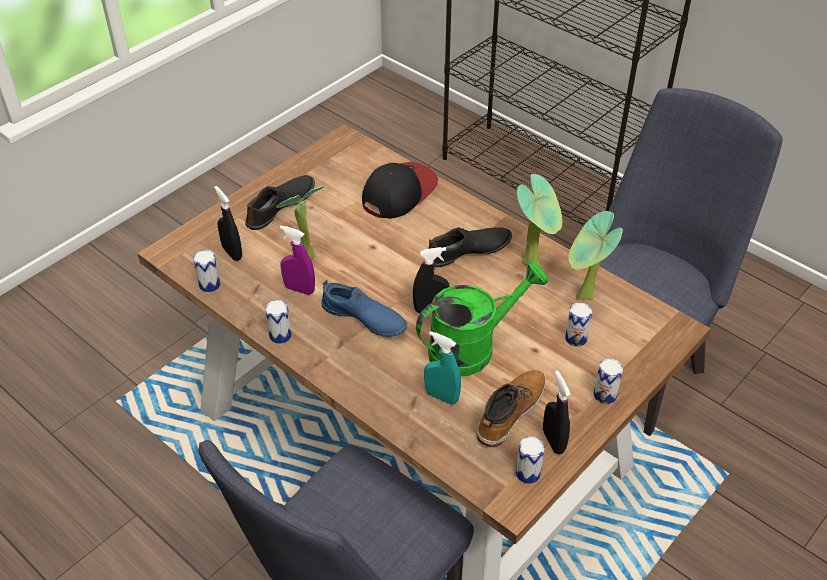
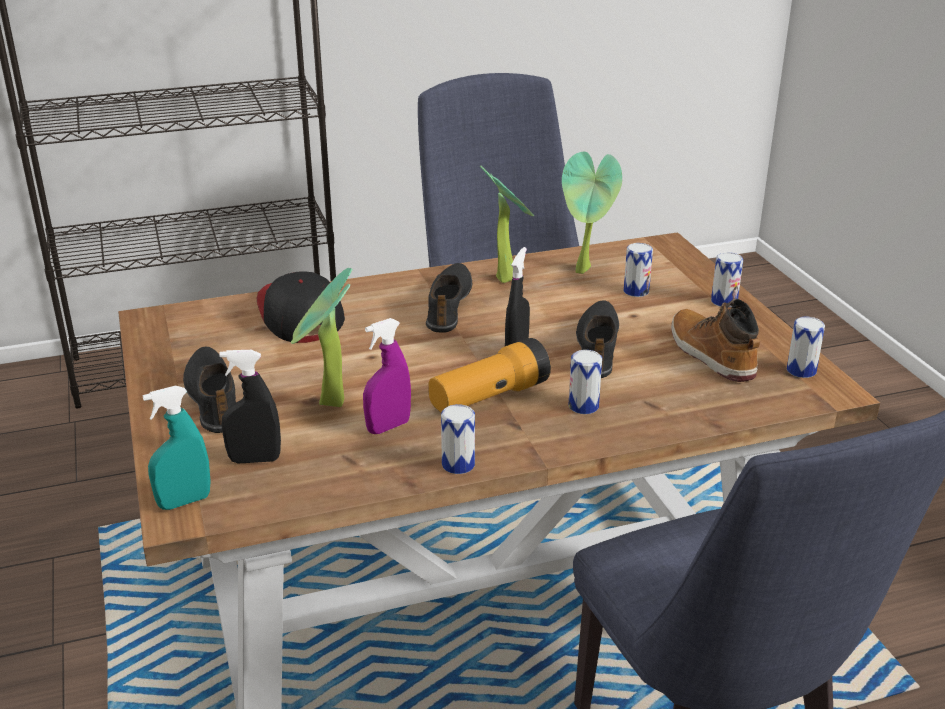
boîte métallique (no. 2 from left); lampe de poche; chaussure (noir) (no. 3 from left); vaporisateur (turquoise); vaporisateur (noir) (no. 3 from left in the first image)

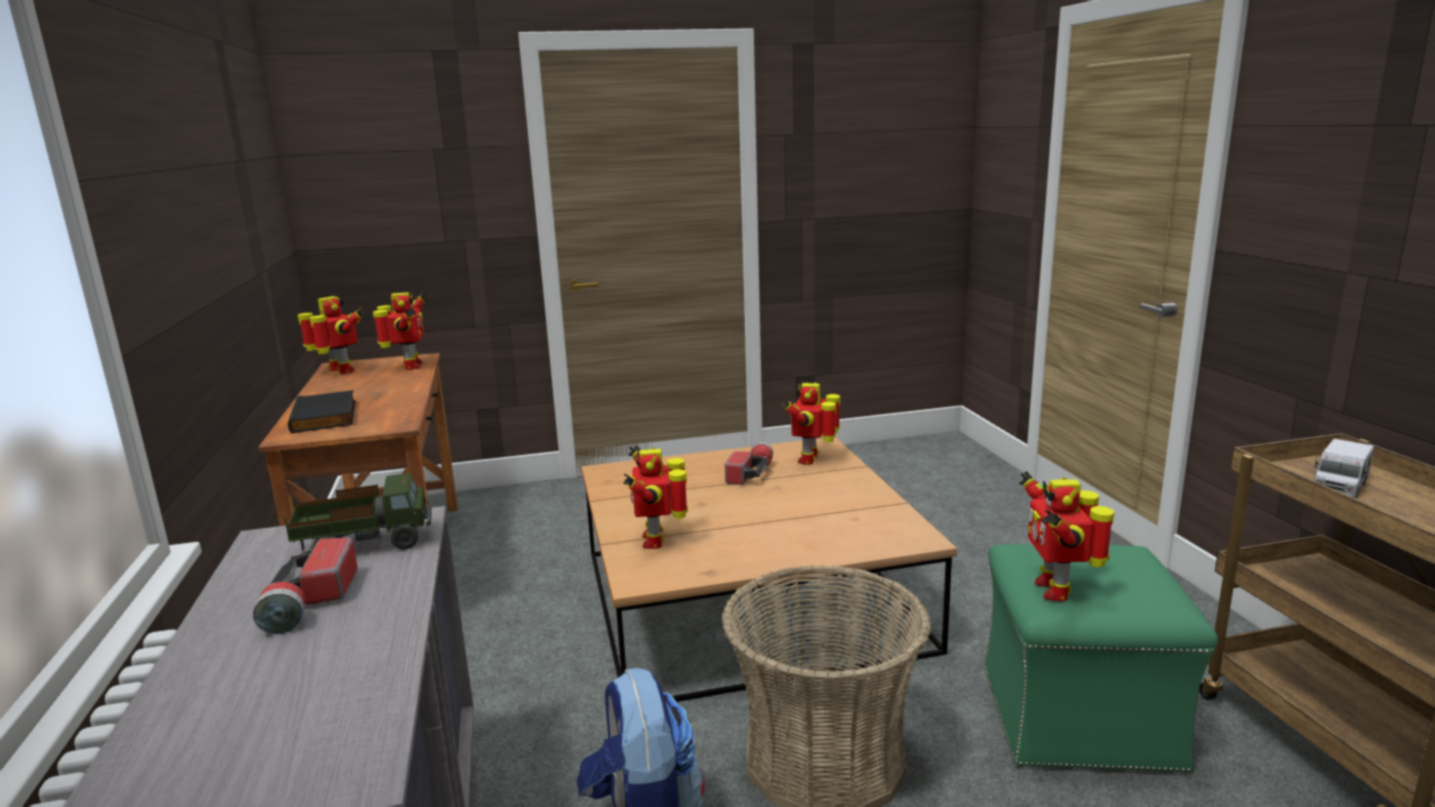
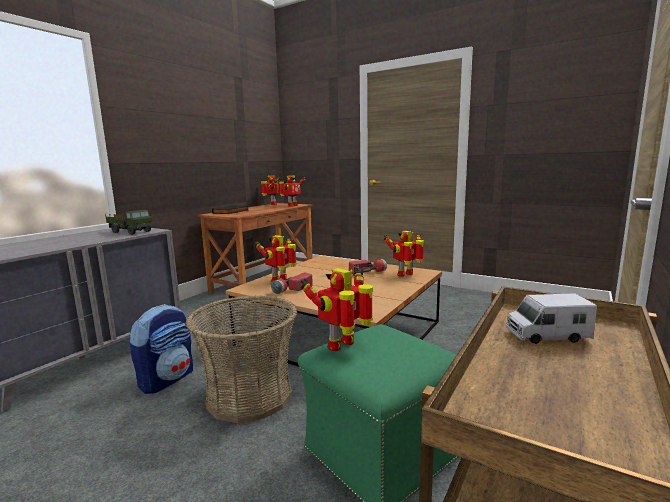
lampe de poche (no. 1 from left)

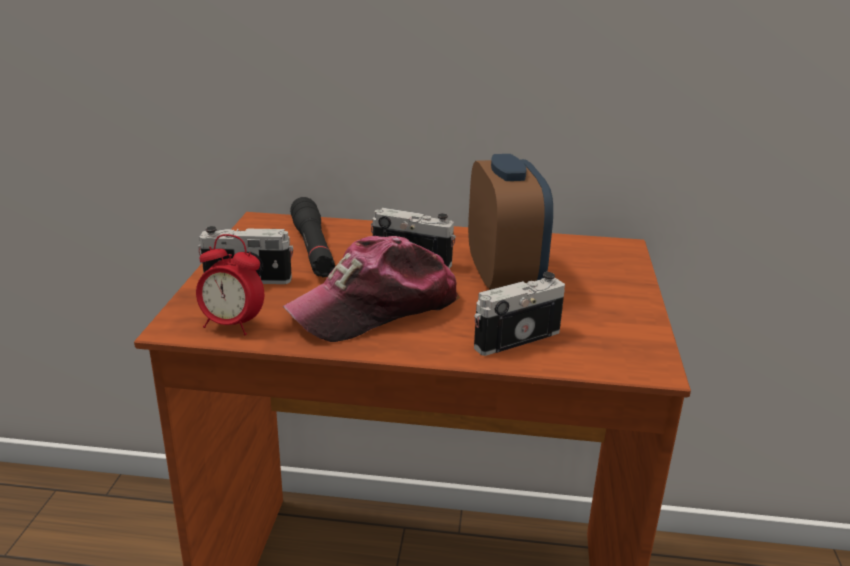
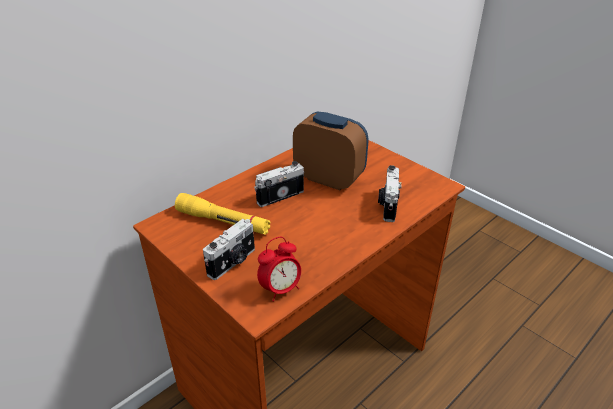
casquette; lampe de poche (jaune)

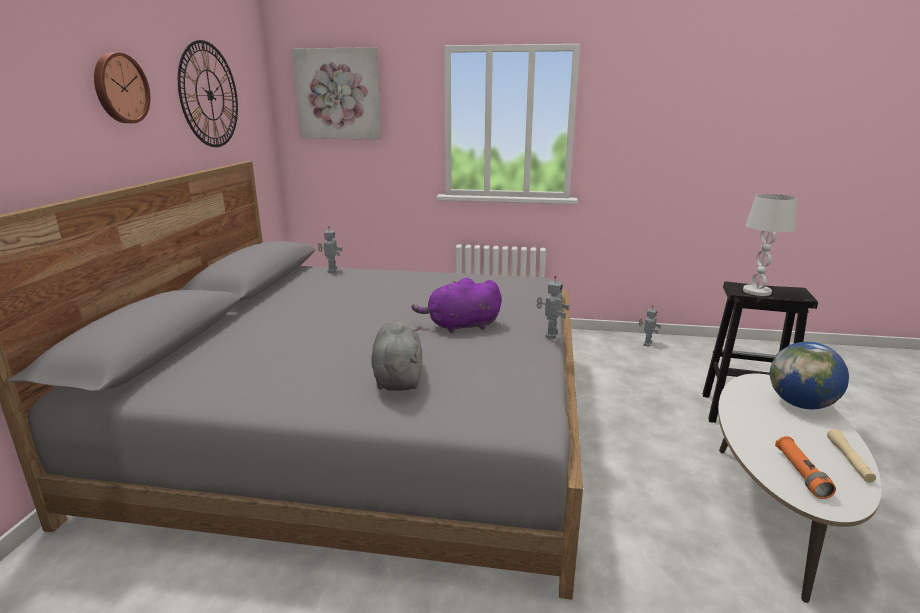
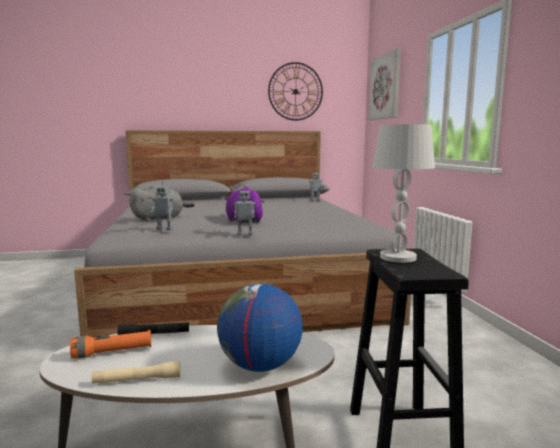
horloge murale (no. 1 from left in the first image); robot jouet (no. 1 from left); lampe de poche (noir)

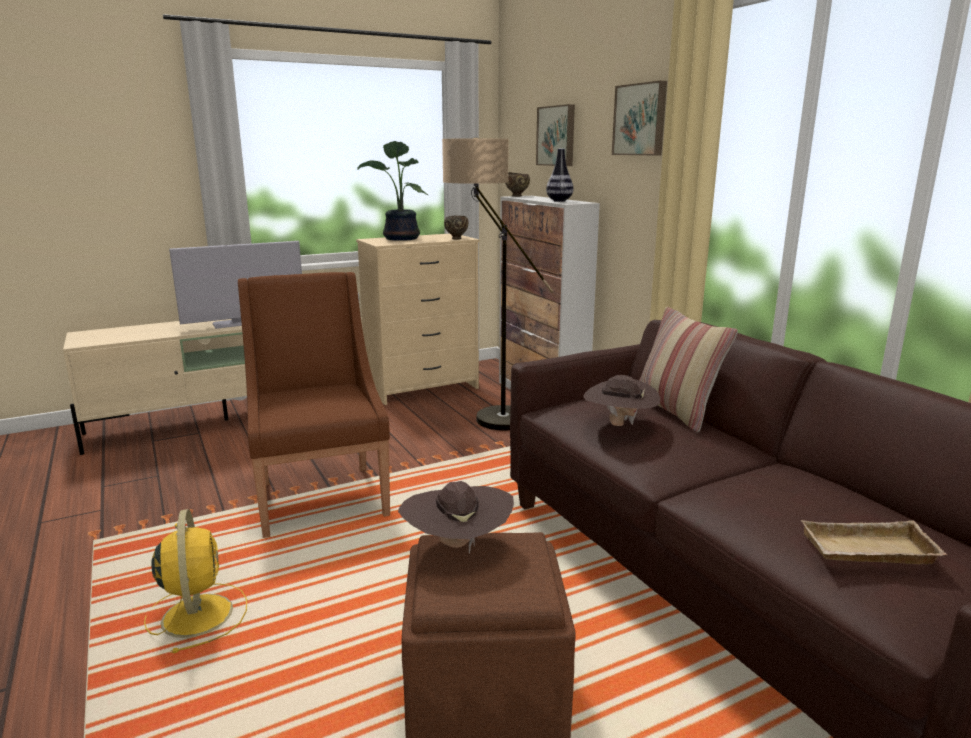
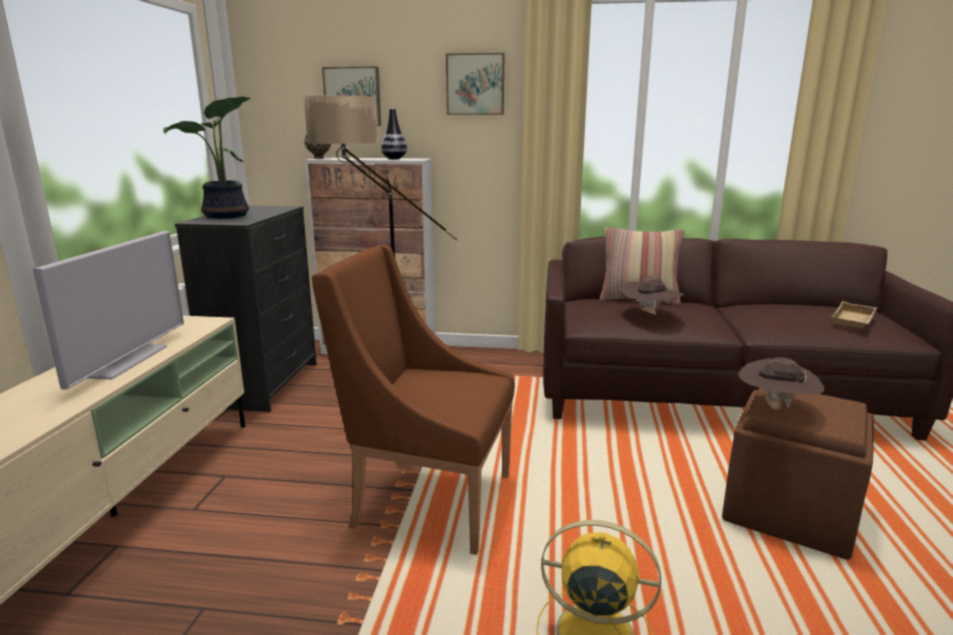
commode (noir); bol (marron) (no. 1 from left in the first image)

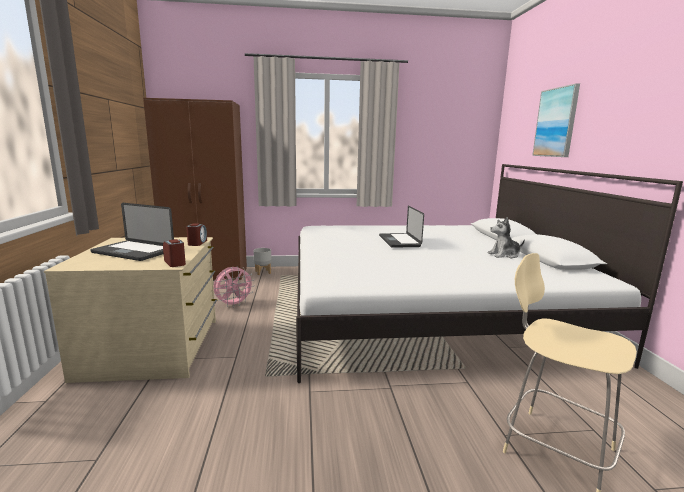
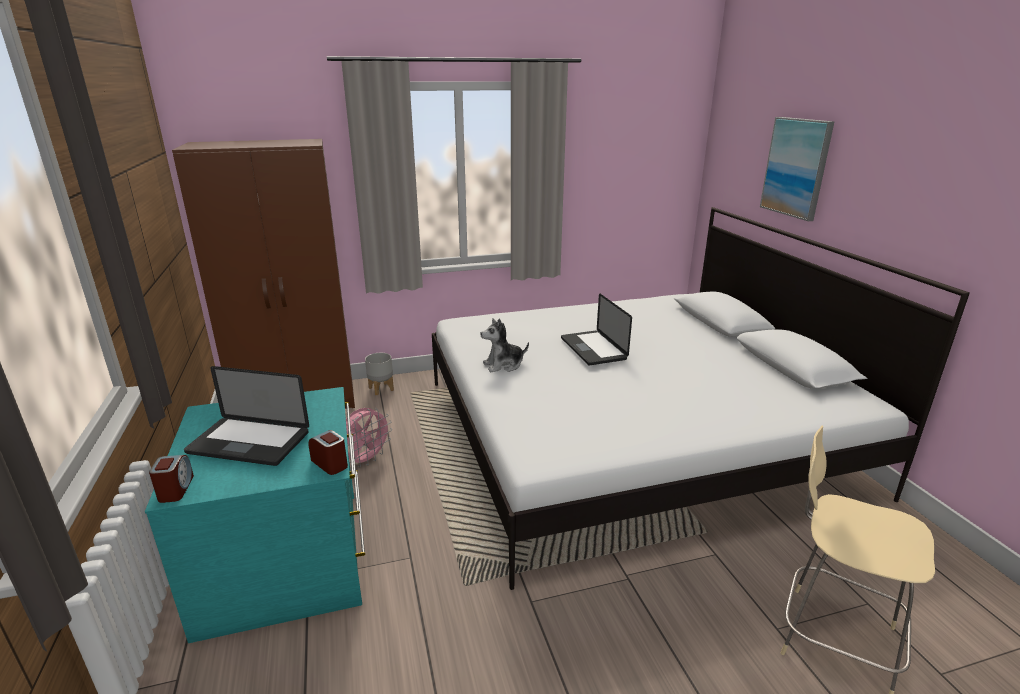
commode (turquoise); réveil (no. 1 from left); peluche

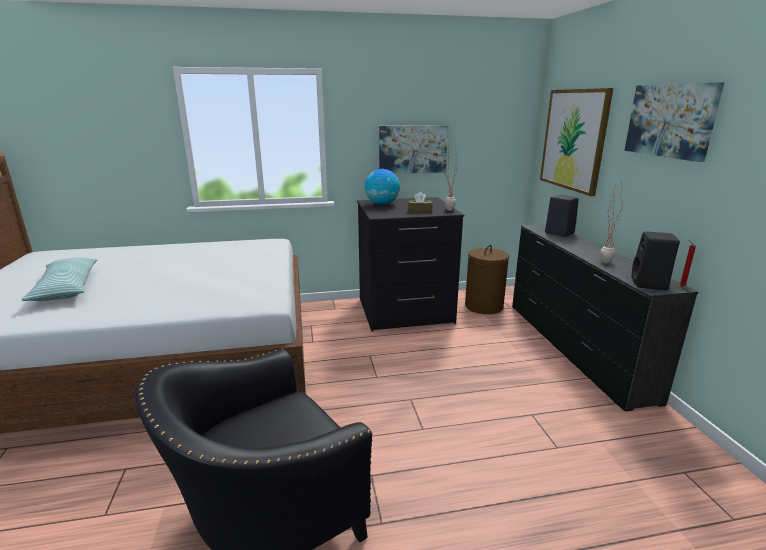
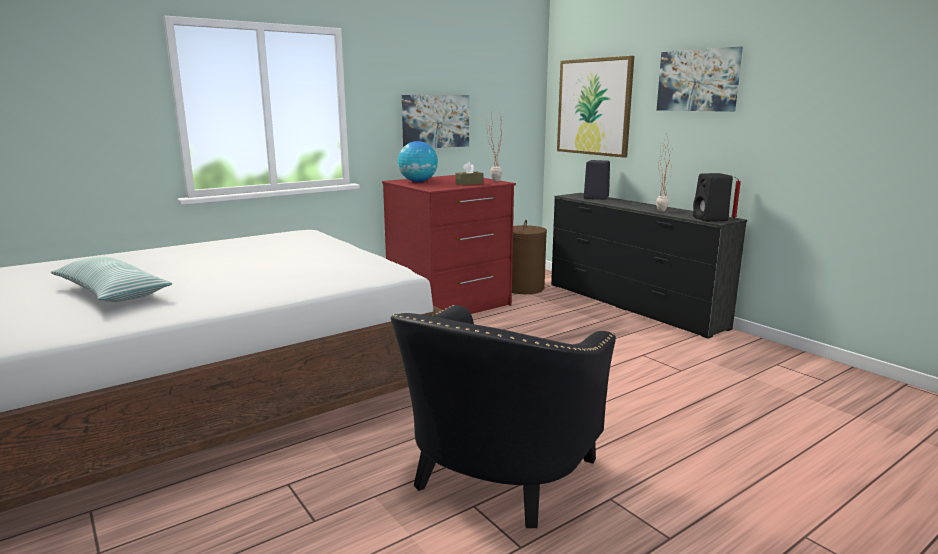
commode (rouge)

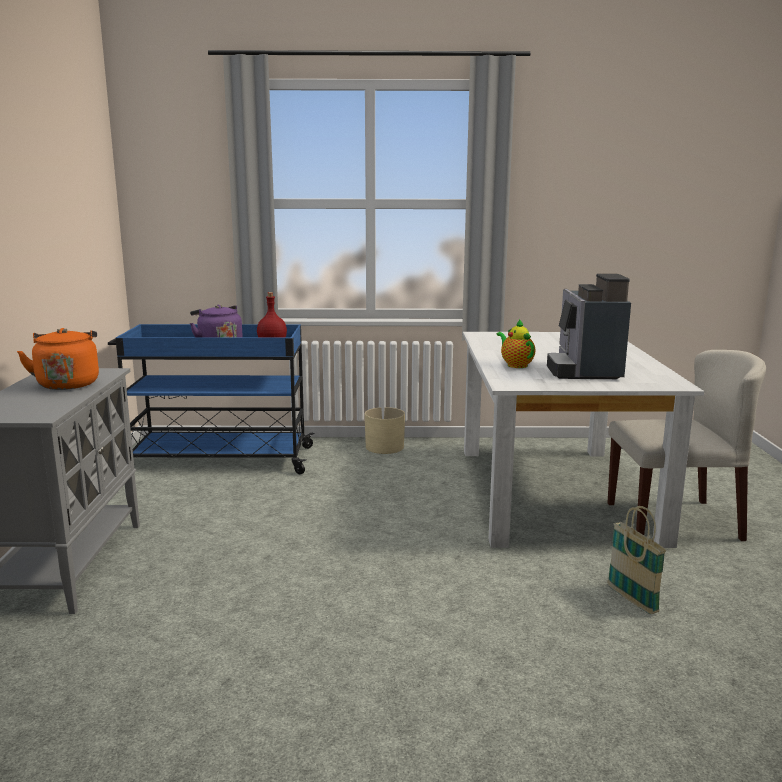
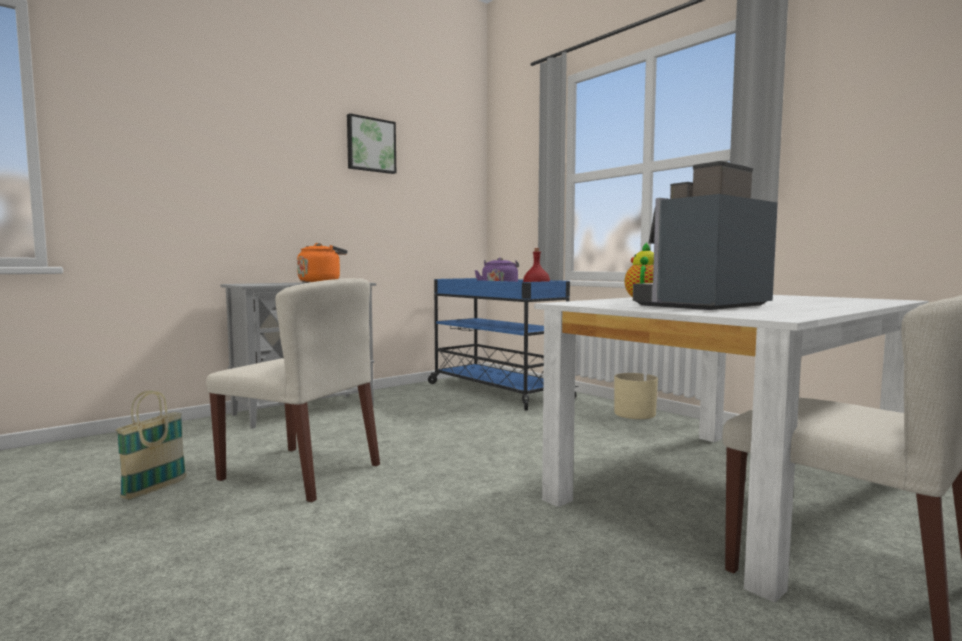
panier; chaise (beige) (no. 1 from left); tableau

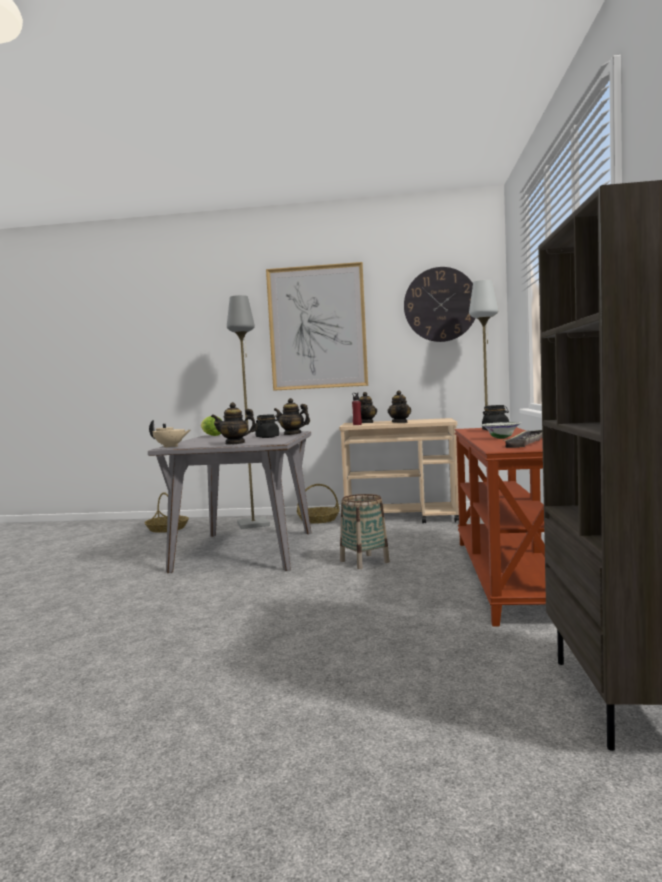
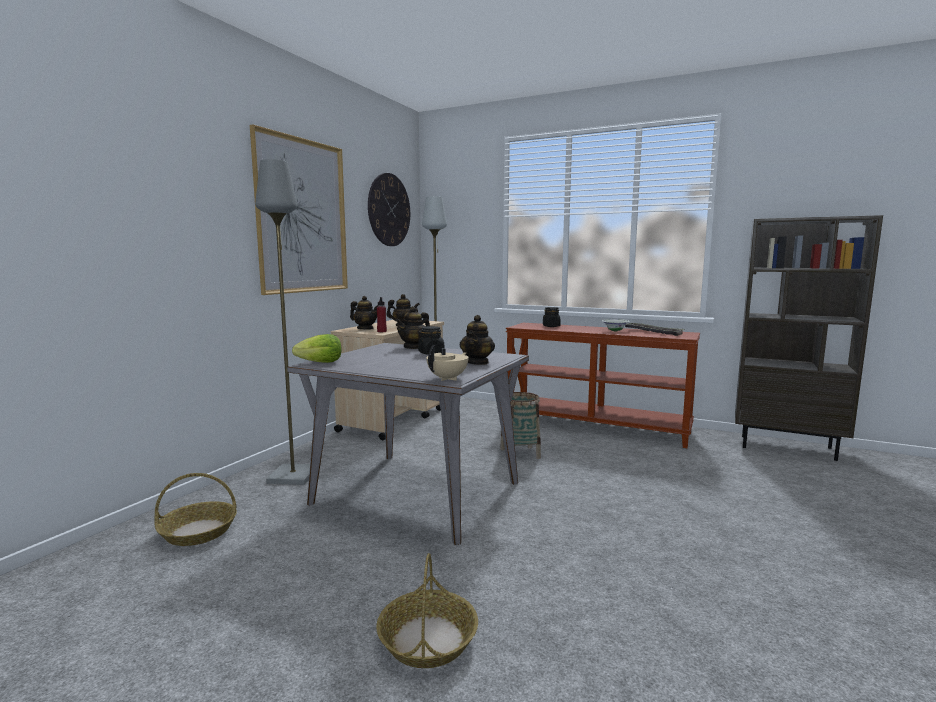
panier (no. 2 from left)

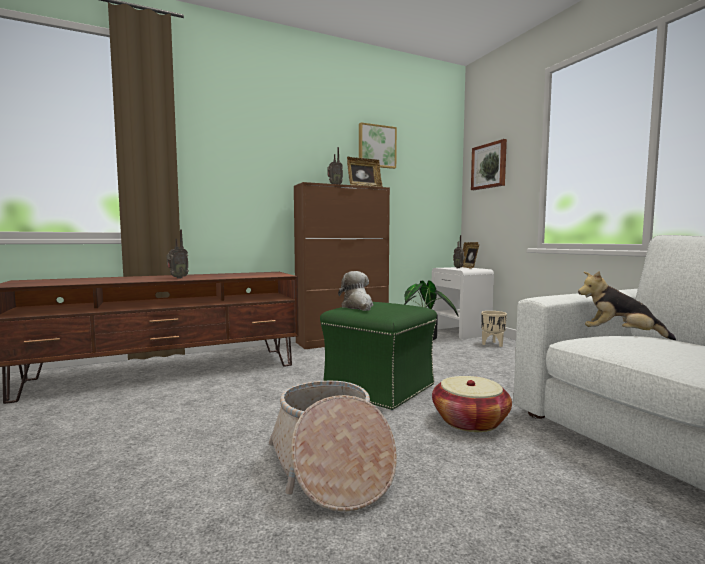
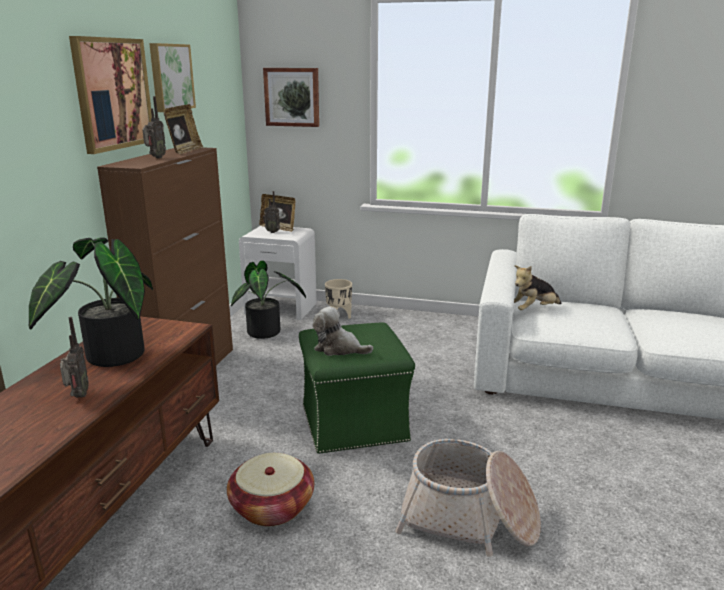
panier (no. 1 from left); plante en pot (no. 1 from left); tableau (no. 1 from left)

